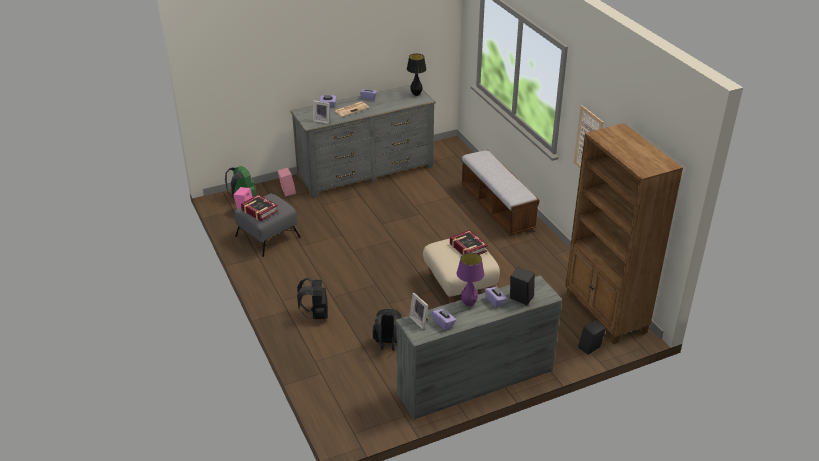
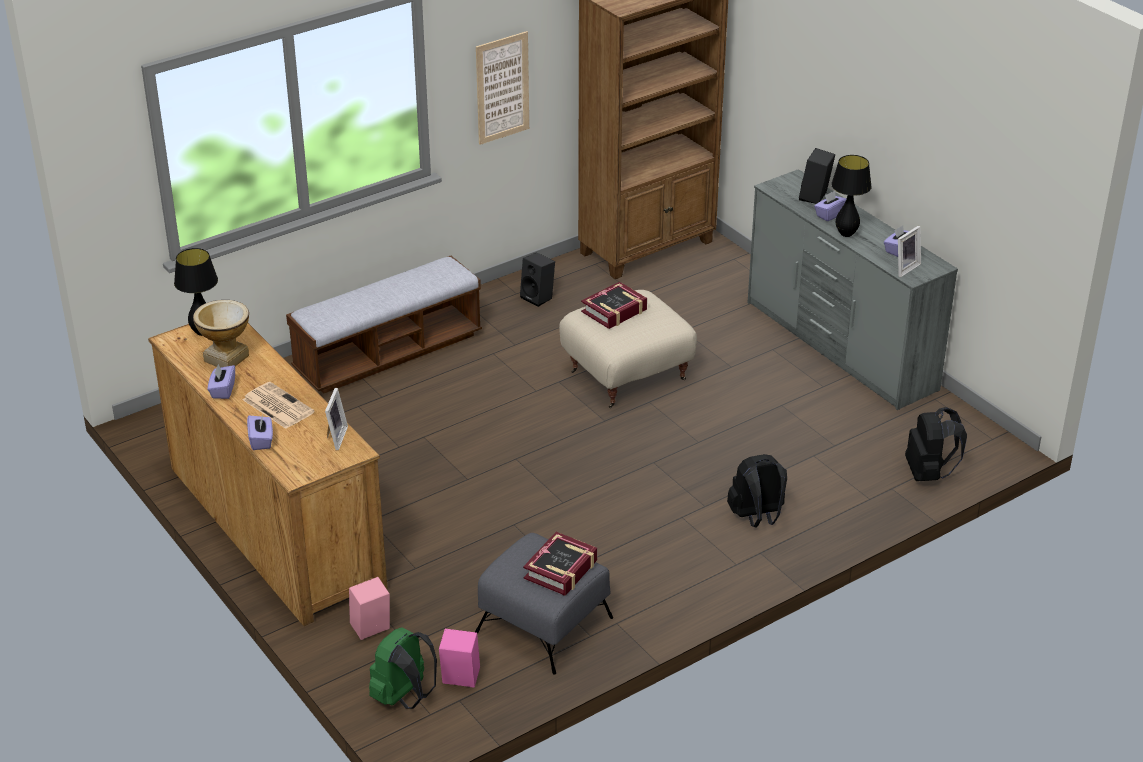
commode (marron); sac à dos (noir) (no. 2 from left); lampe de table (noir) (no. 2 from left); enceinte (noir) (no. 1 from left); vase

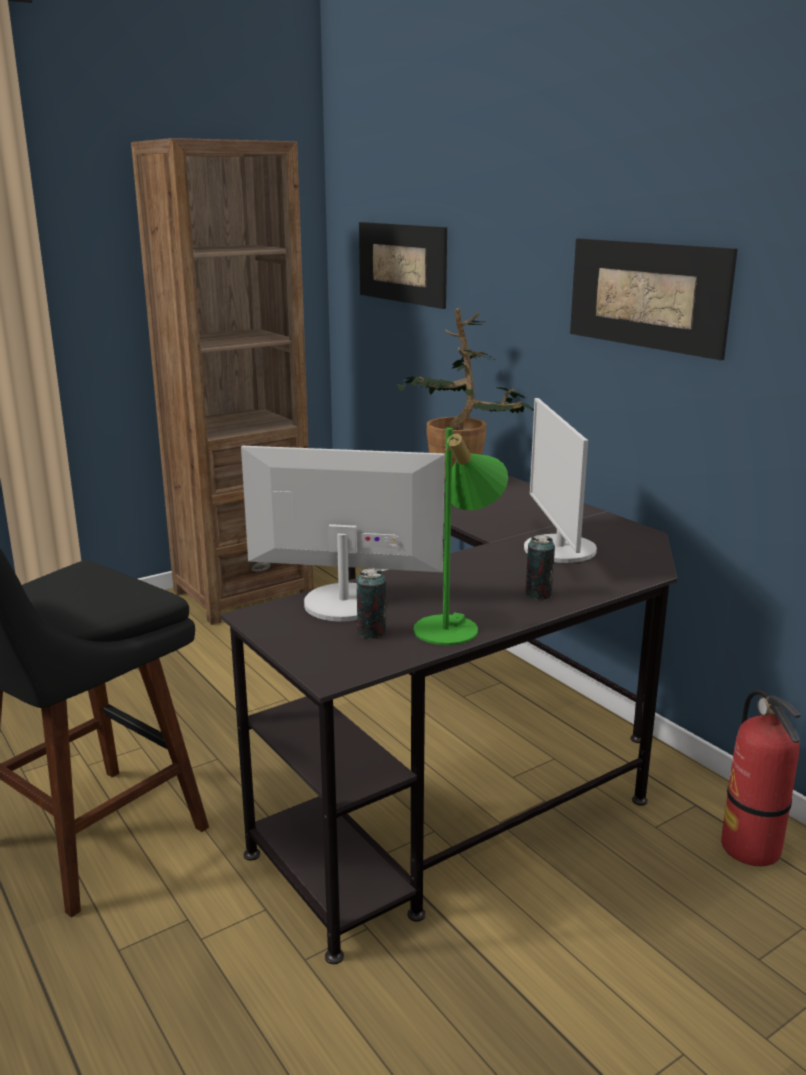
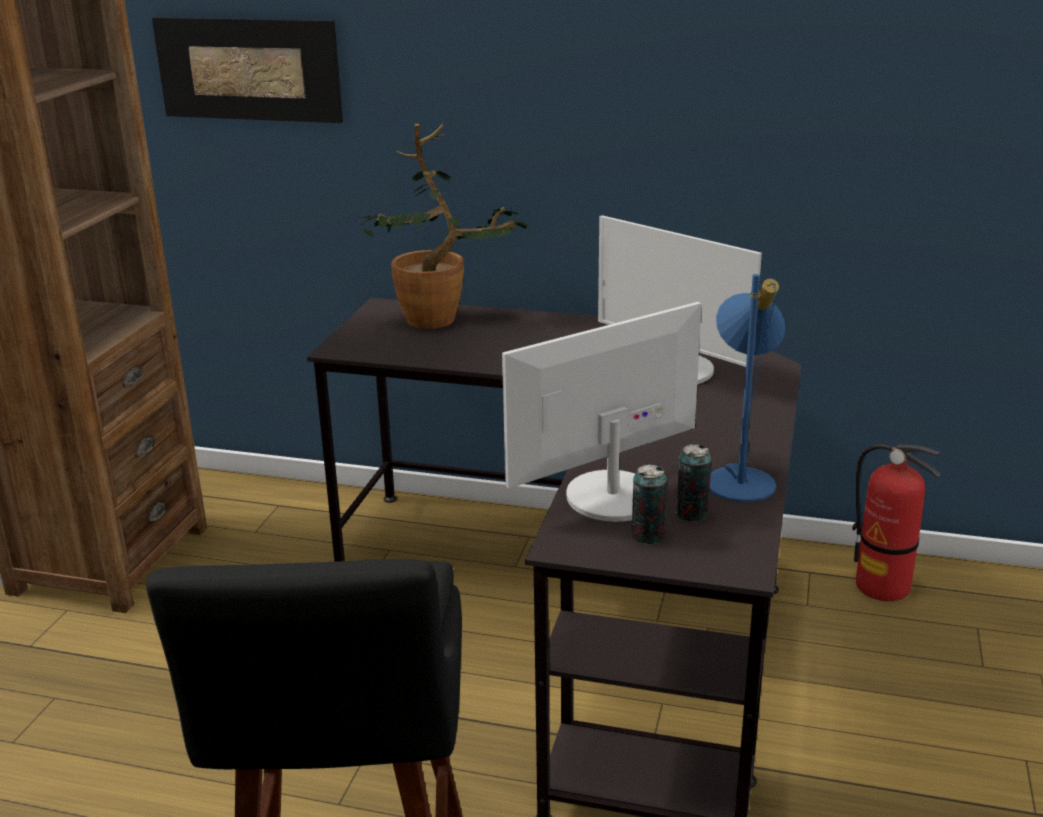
lampe de table (bleu); boîte métallique (no. 1 from left); tableau (no. 2 from left in the first image)

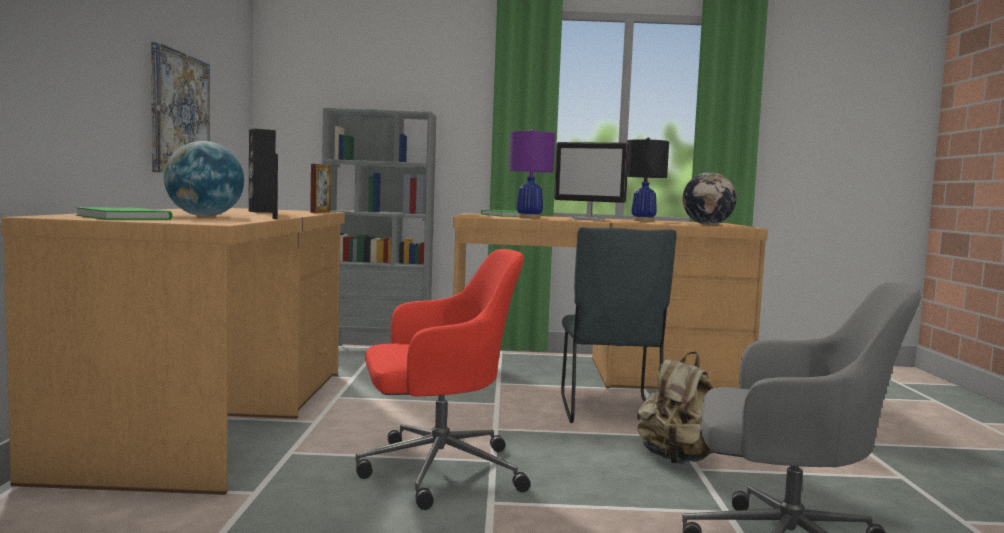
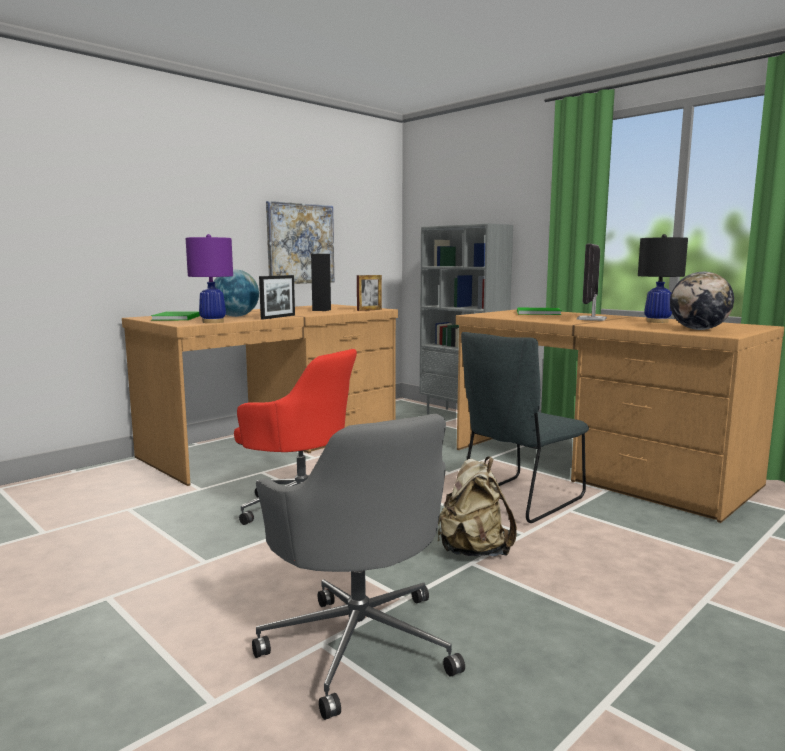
lampe de table (violet); écran d'ordinateur

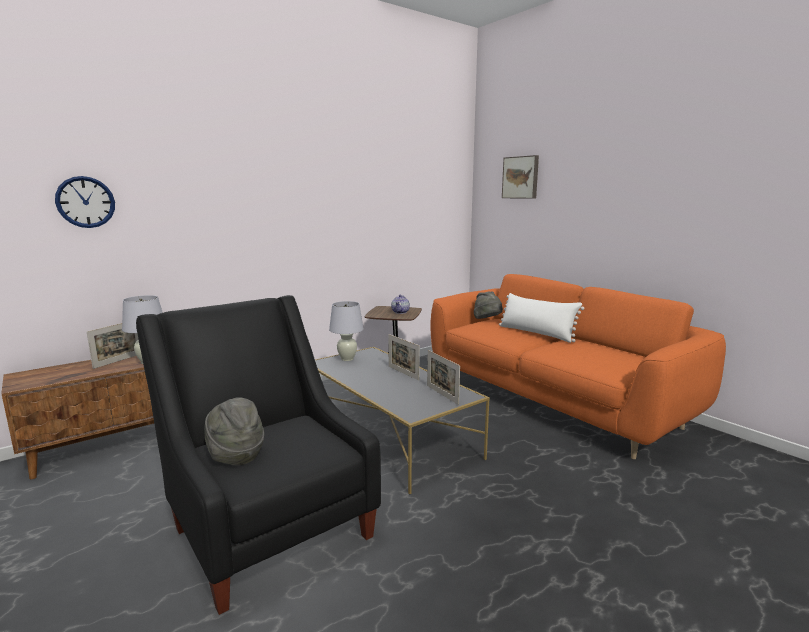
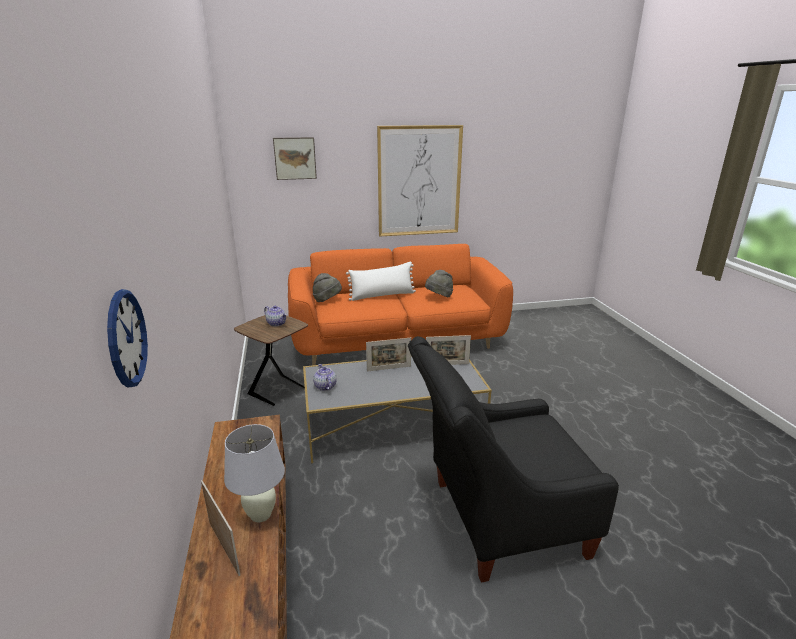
chapeau (gris) (no. 2 from left); théière (no. 2 from left); tableau (no. 2 from left)

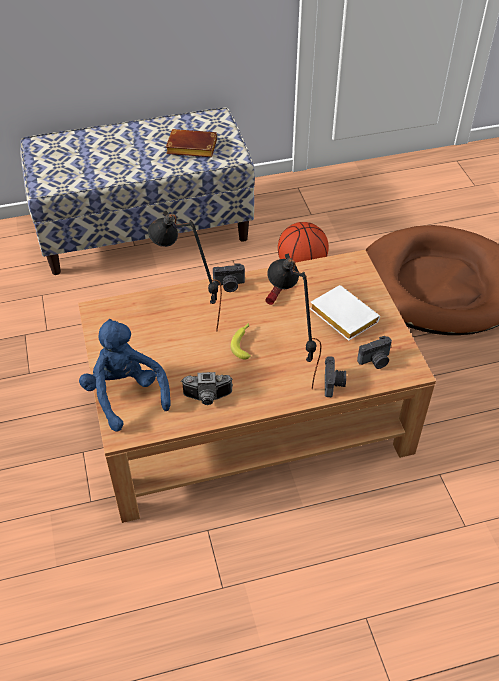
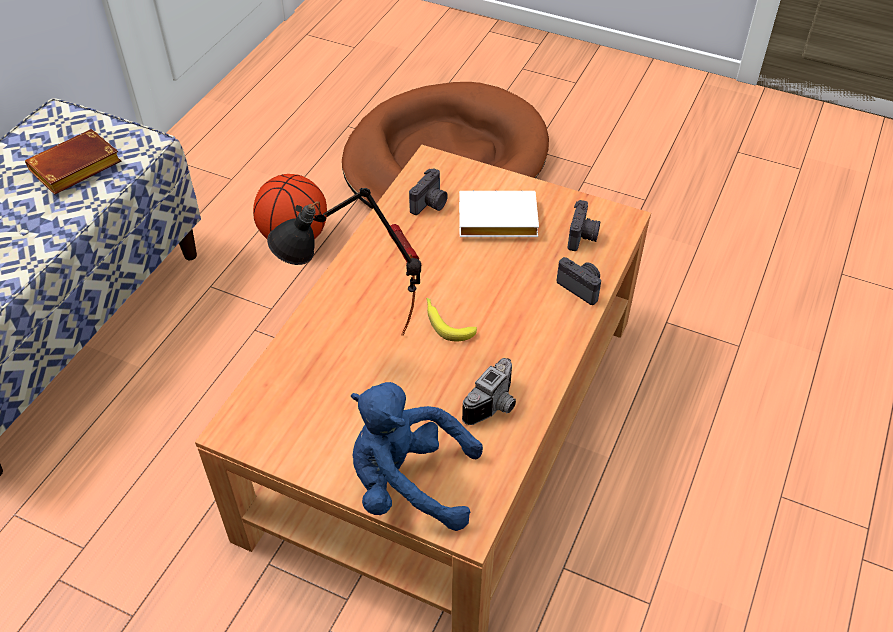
appareil photo (no. 1 from left); lampe de table (noir) (no. 2 from left in the first image)

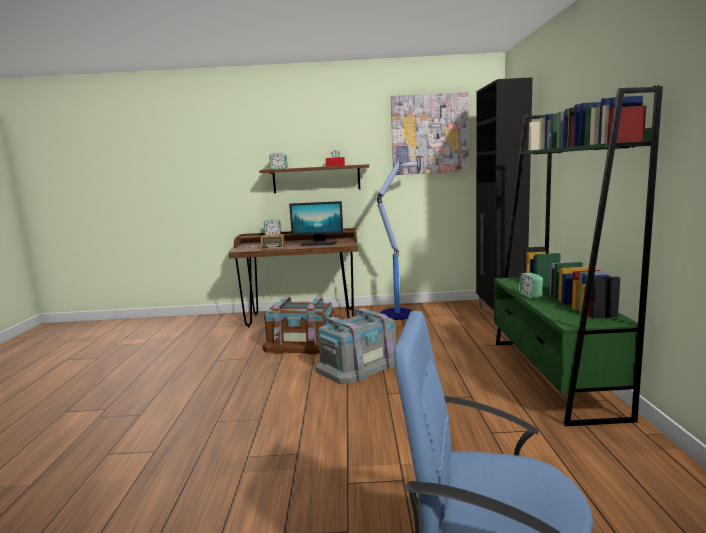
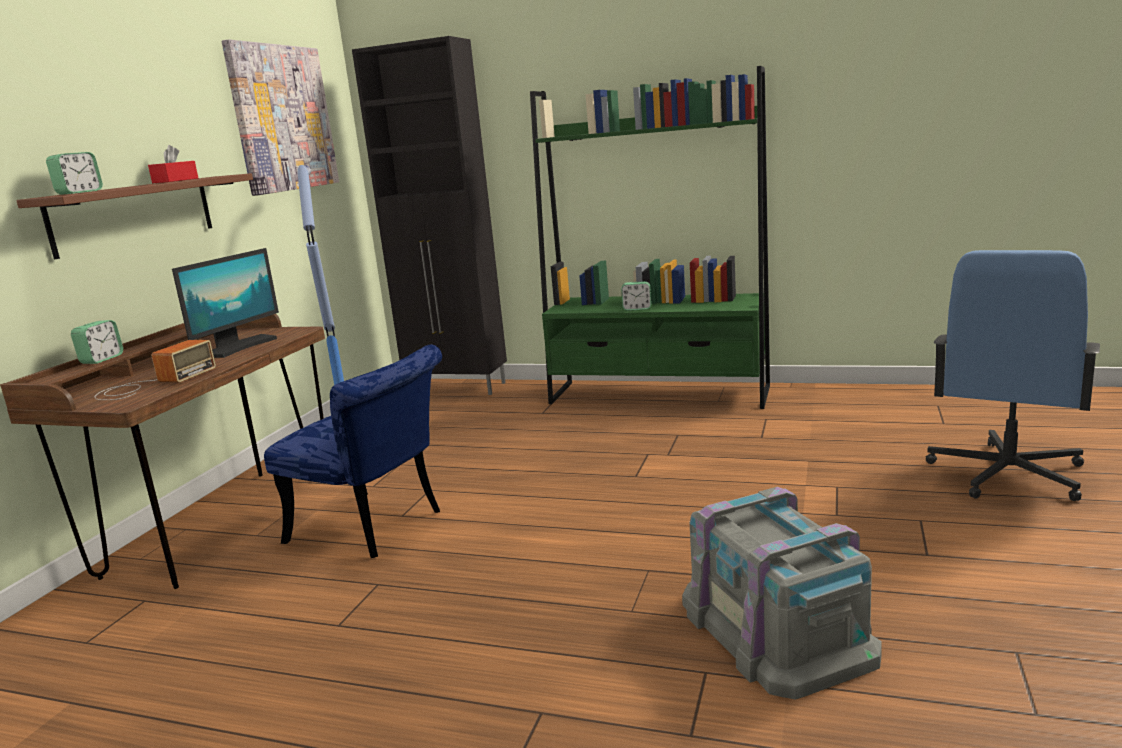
chaise (bleu); boîte de rangement (gris)

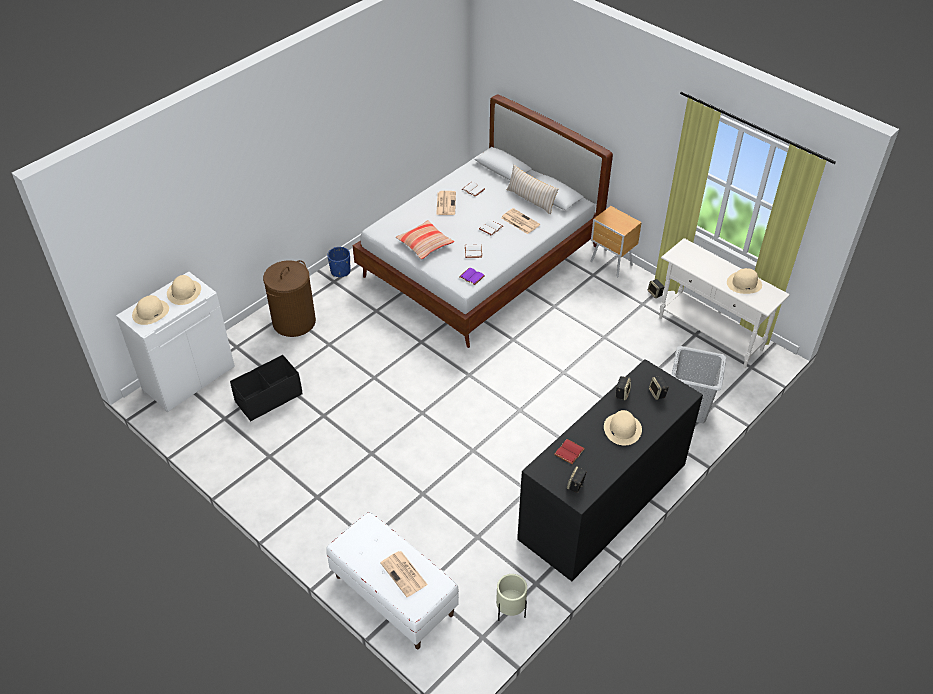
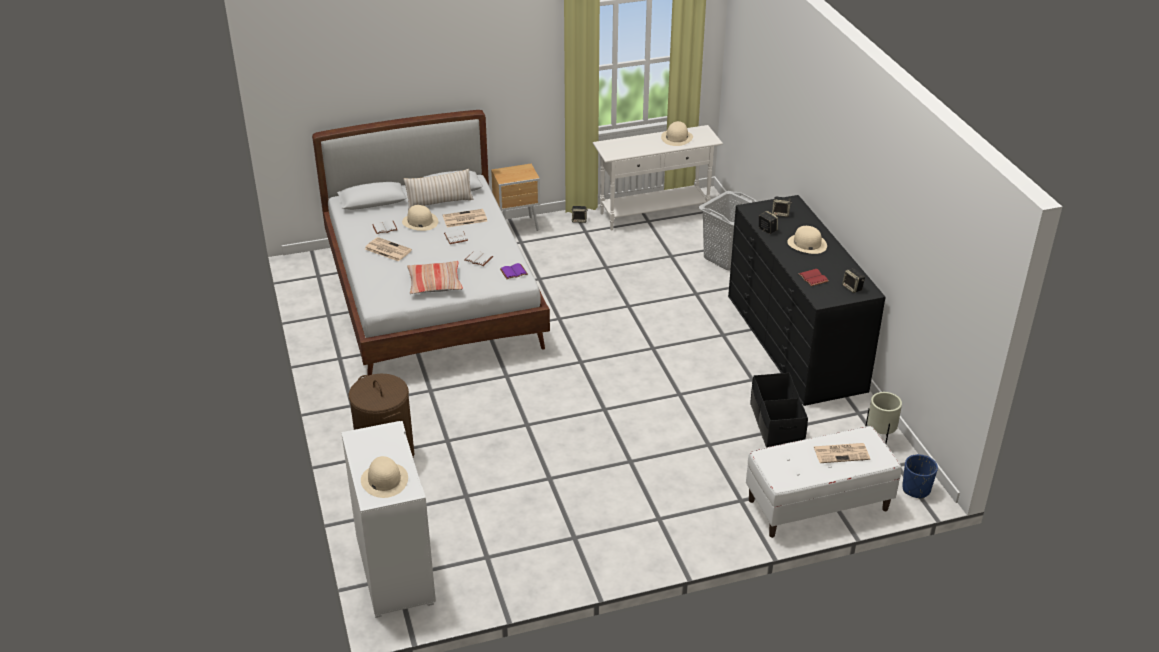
chapeau (beige) (no. 2 from left); boîte de rangement (noir); cache-pot (bleu)

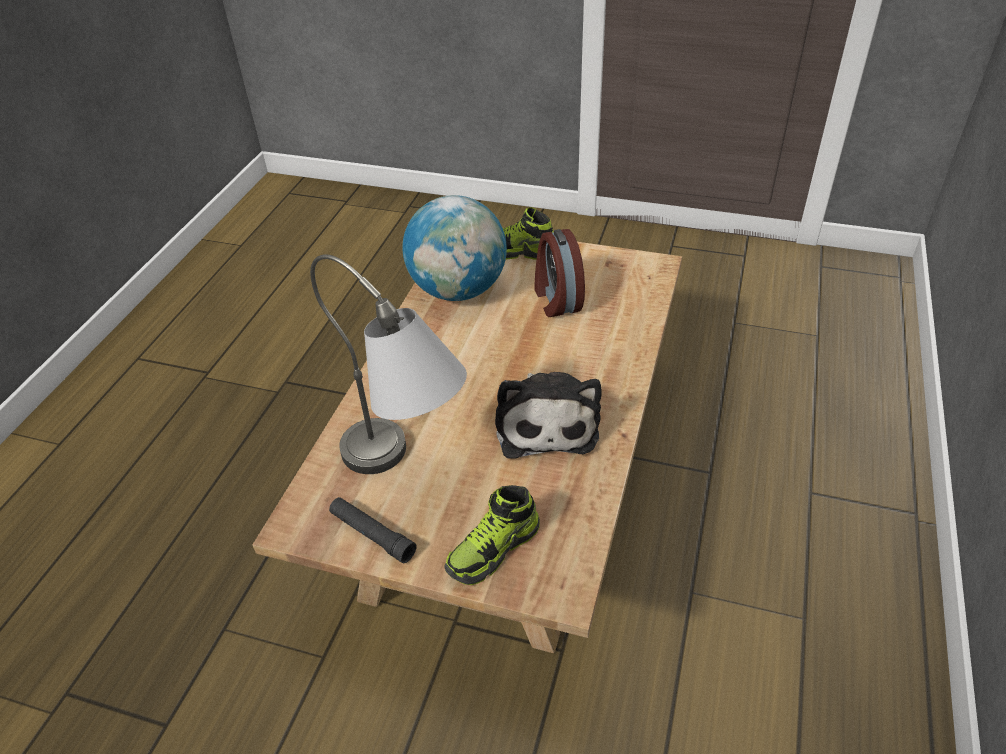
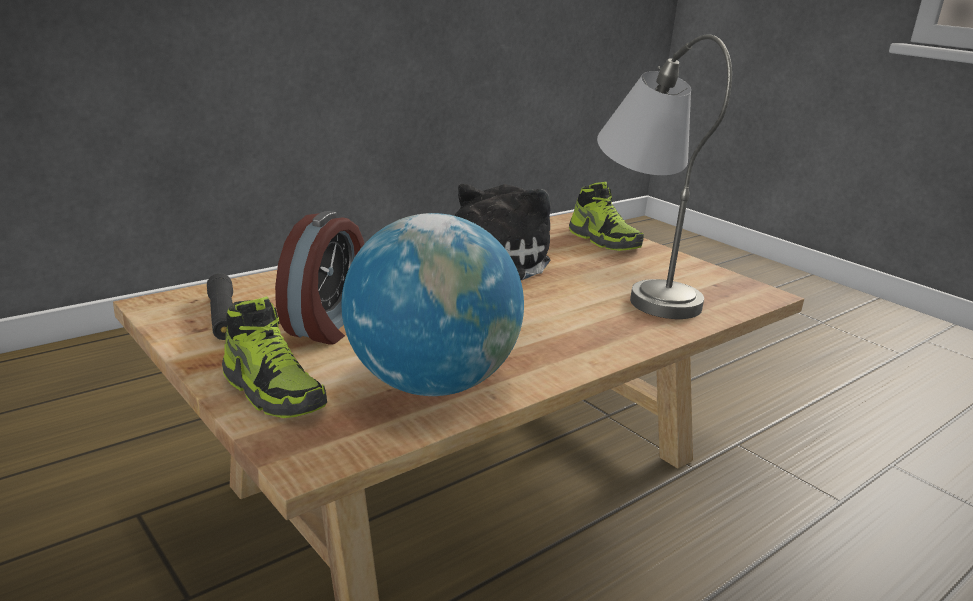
lampe de poche (noir); chaussure (no. 2 from left)

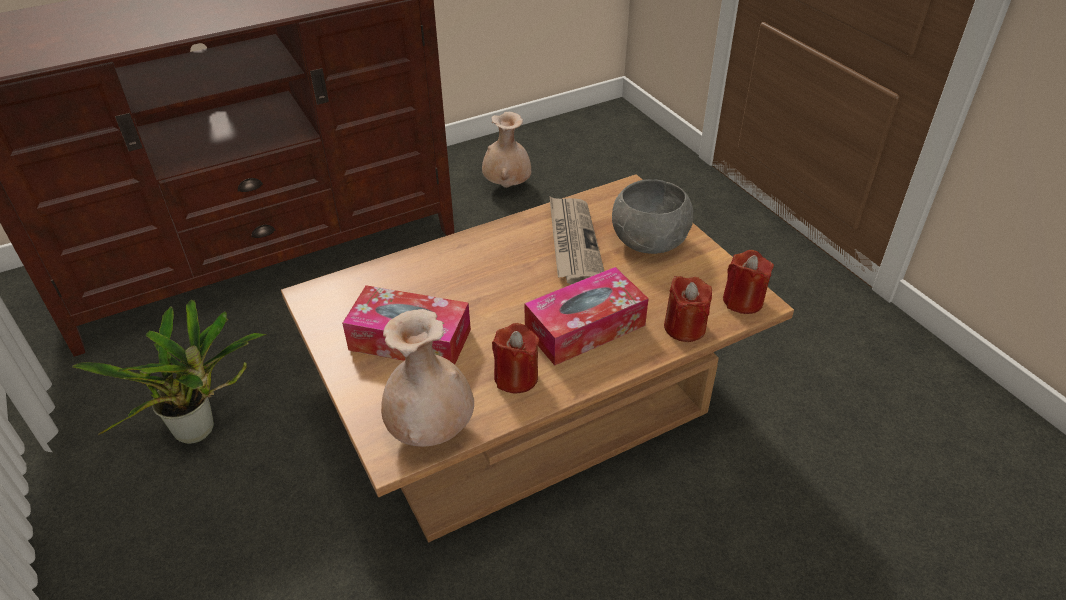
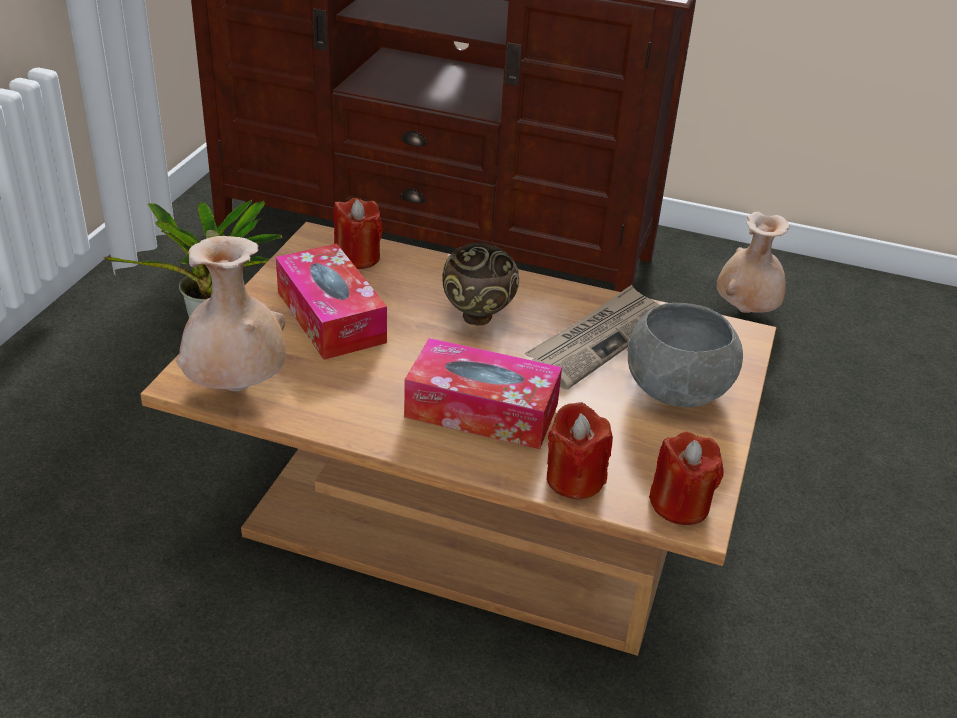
bougie (rouge) (no. 1 from left); bol (marron)

